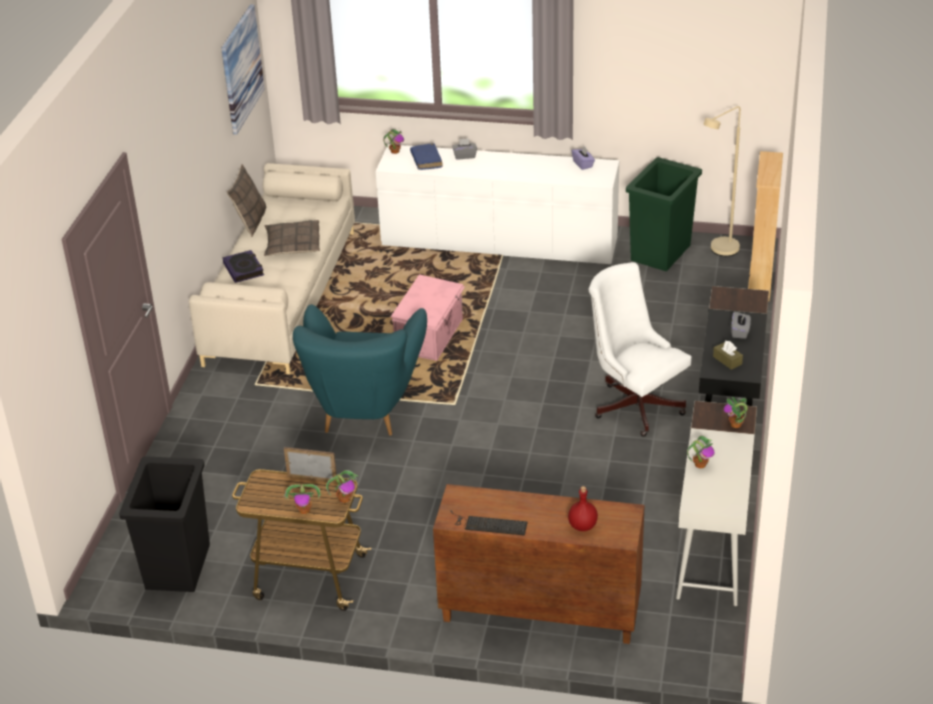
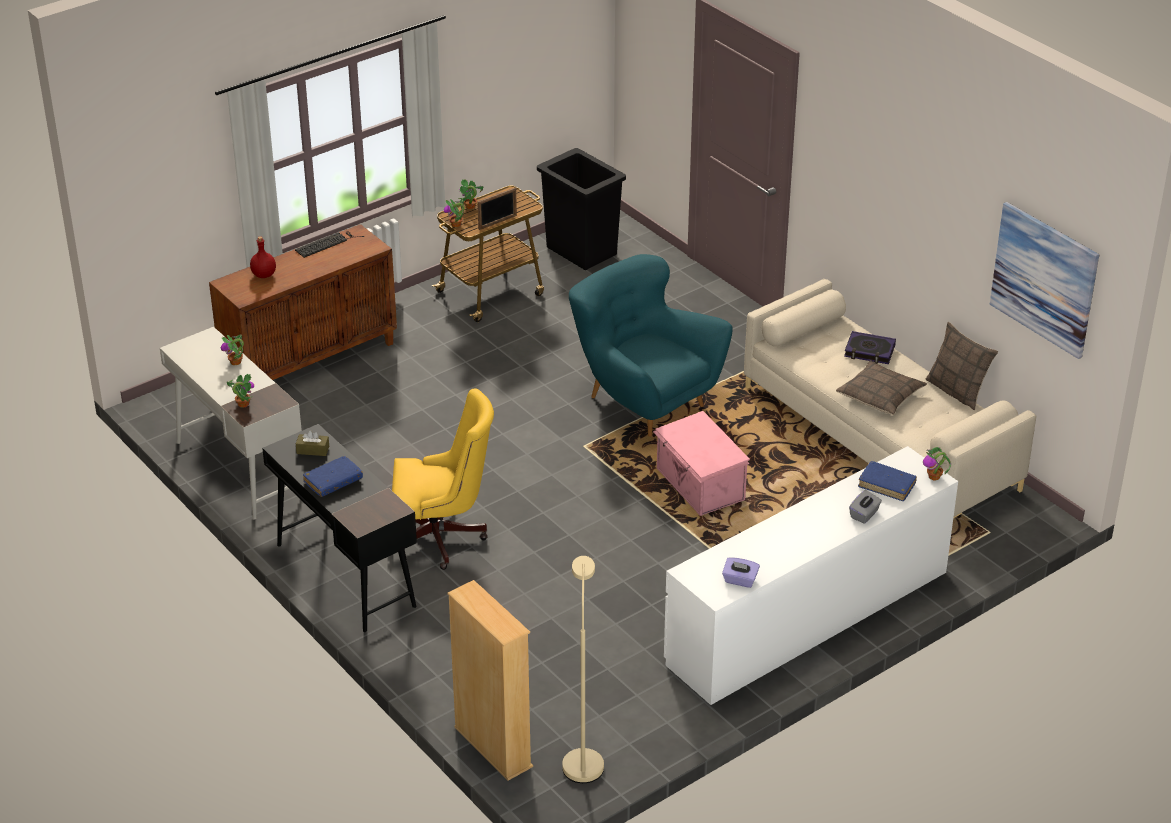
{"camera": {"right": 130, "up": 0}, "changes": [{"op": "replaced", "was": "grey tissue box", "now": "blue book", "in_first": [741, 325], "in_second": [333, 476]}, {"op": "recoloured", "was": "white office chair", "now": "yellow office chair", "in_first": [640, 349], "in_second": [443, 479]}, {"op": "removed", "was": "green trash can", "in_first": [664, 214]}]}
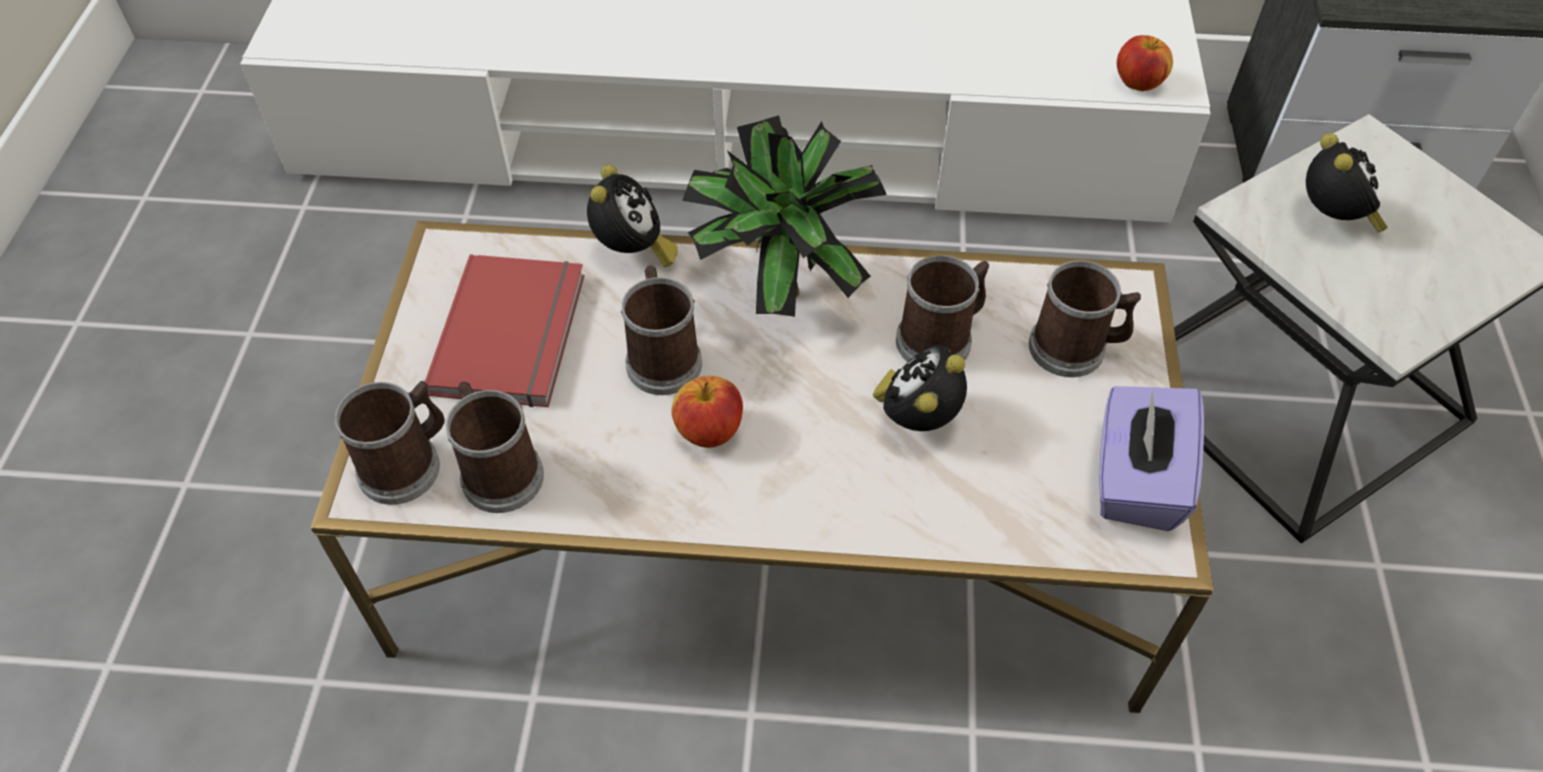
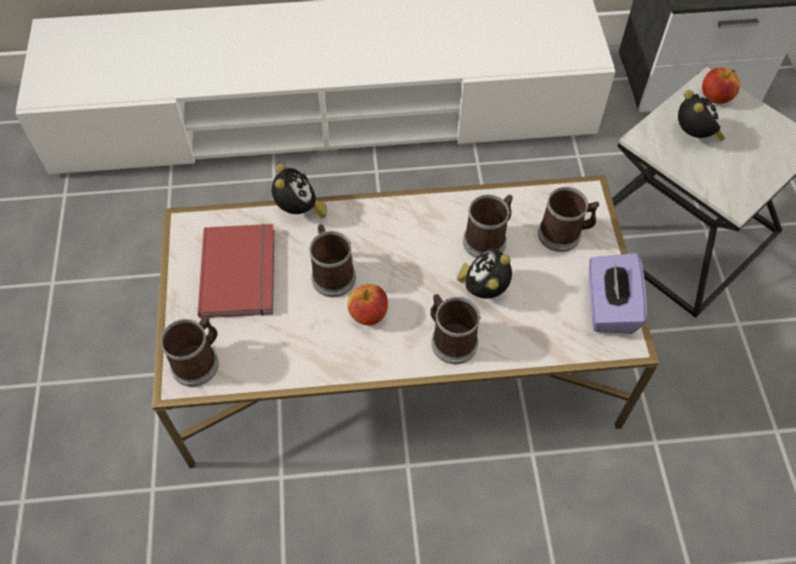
{"camera": {"right": -10, "up": 5}, "changes": [{"op": "moved", "was": "mug", "in_first": [495, 447], "in_second": [455, 329]}, {"op": "moved", "was": "apple", "in_first": [1145, 63], "in_second": [721, 86]}, {"op": "removed", "was": "potted plant", "in_first": [784, 216]}]}
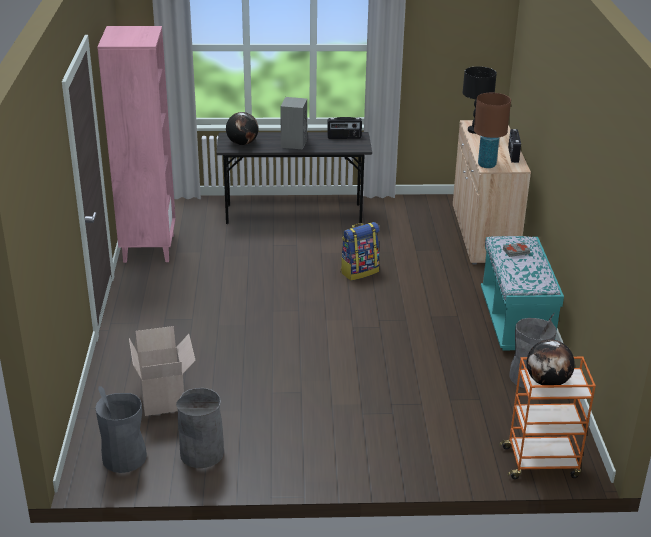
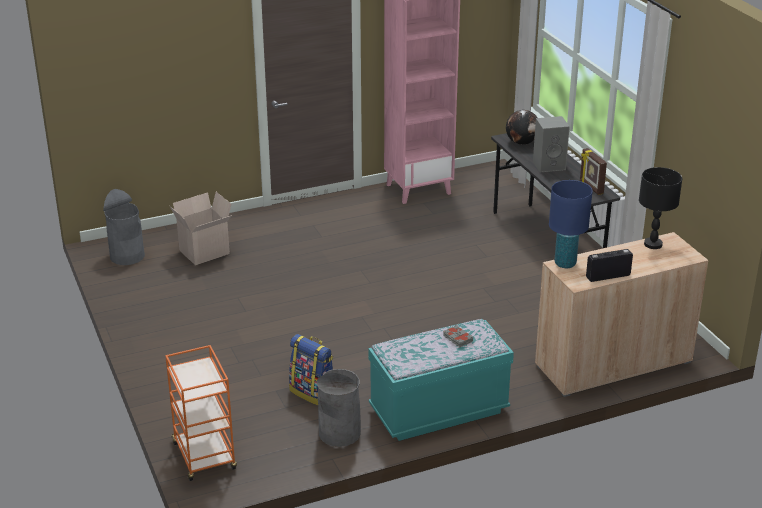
{"camera": {"right": 70, "up": 0}, "changes": [{"op": "moved", "was": "backpack", "in_first": [360, 251], "in_second": [311, 369]}, {"op": "recoloured", "was": "brown table lamp", "now": "blue table lamp", "in_first": [492, 130], "in_second": [571, 224]}, {"op": "replaced", "was": "radio", "now": "picture frame", "in_first": [344, 128], "in_second": [593, 171]}, {"op": "removed", "was": "grey trash can", "in_first": [200, 428]}, {"op": "removed", "was": "globe", "in_first": [551, 362]}]}
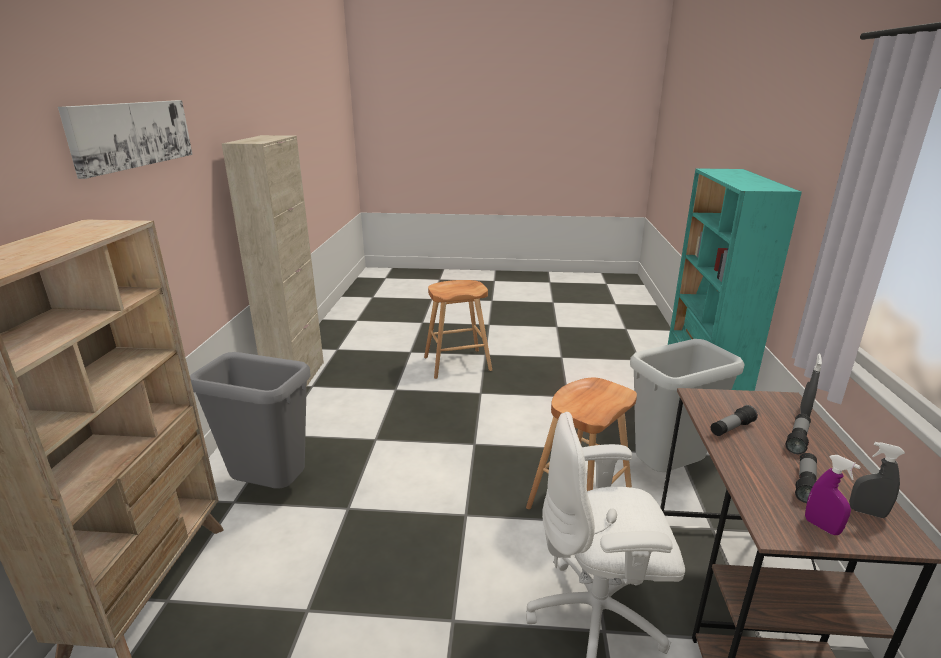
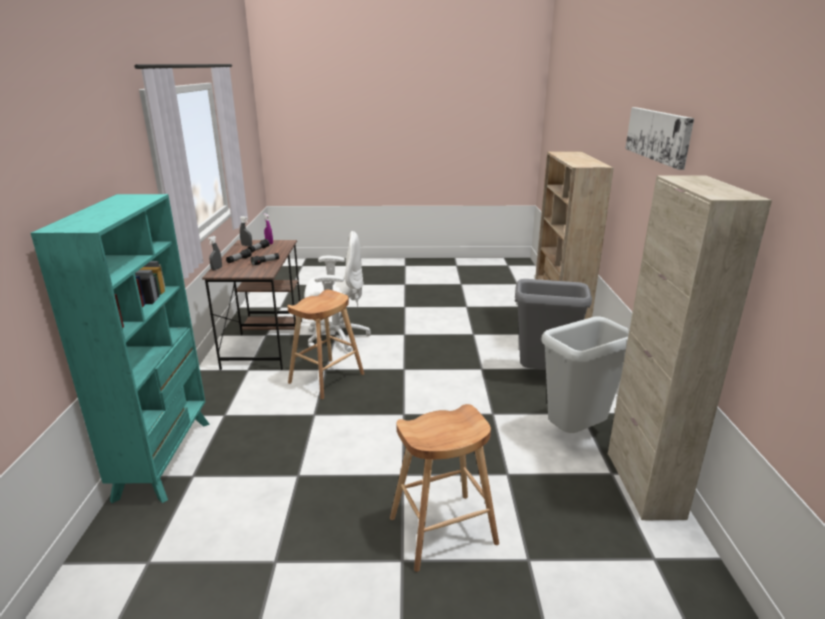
{"camera": {"right": 175, "up": 0}, "changes": [{"op": "moved", "was": "grey trash can", "in_first": [687, 405], "in_second": [585, 374]}]}
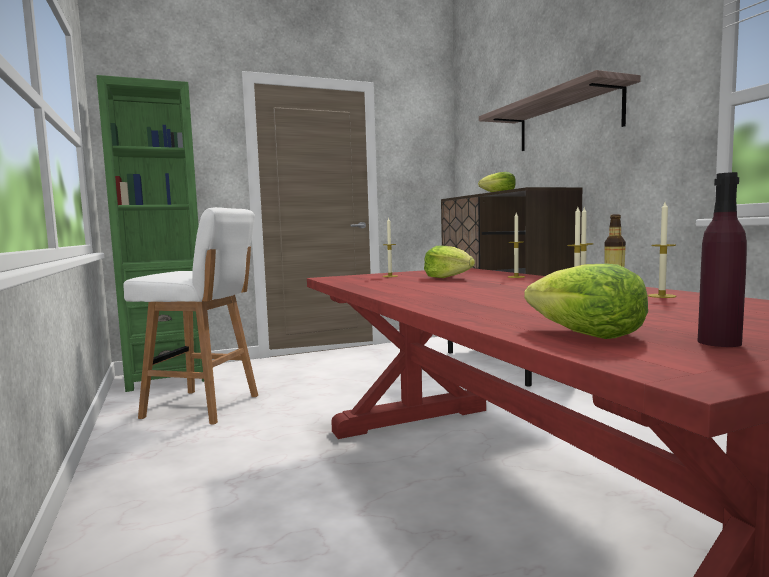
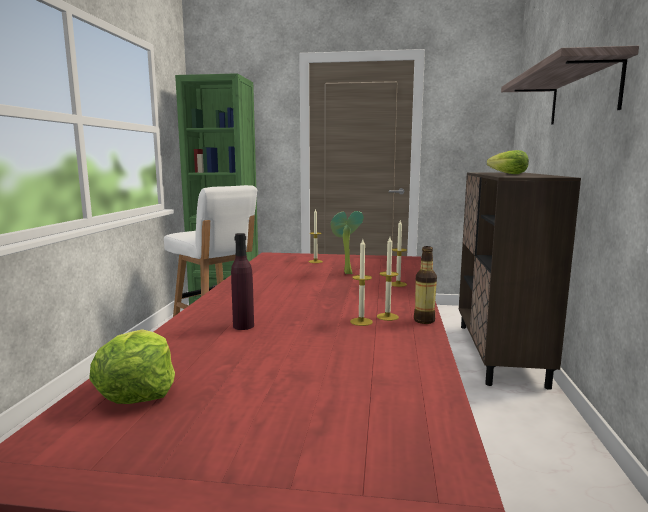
{"camera": {"right": 30, "up": 5}, "changes": [{"op": "moved", "was": "purple bottle", "in_first": [722, 259], "in_second": [242, 281]}, {"op": "replaced", "was": "lettuce", "now": "potted plant", "in_first": [449, 262], "in_second": [347, 242]}, {"op": "removed", "was": "candle", "in_first": [662, 250]}]}
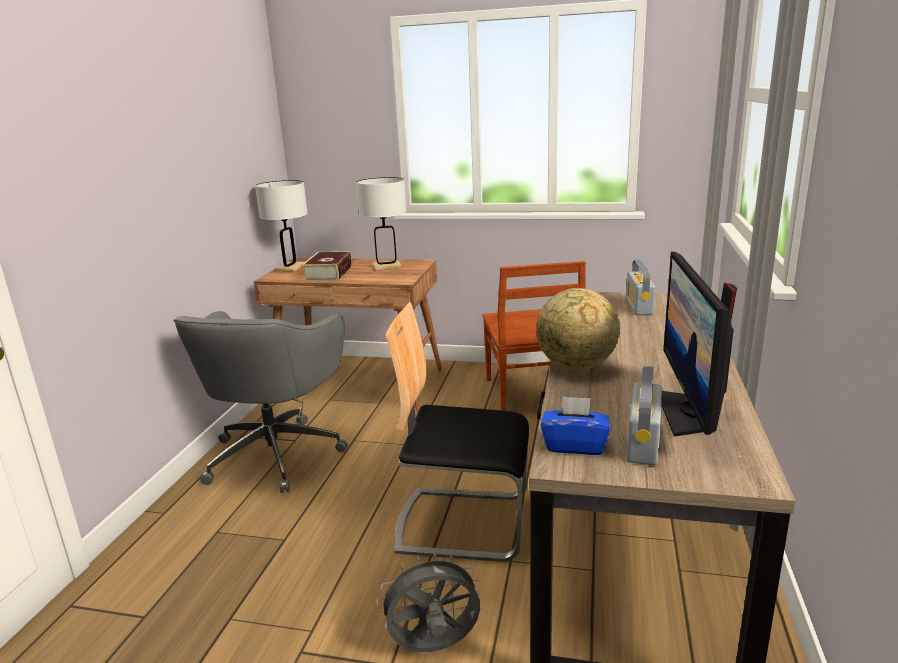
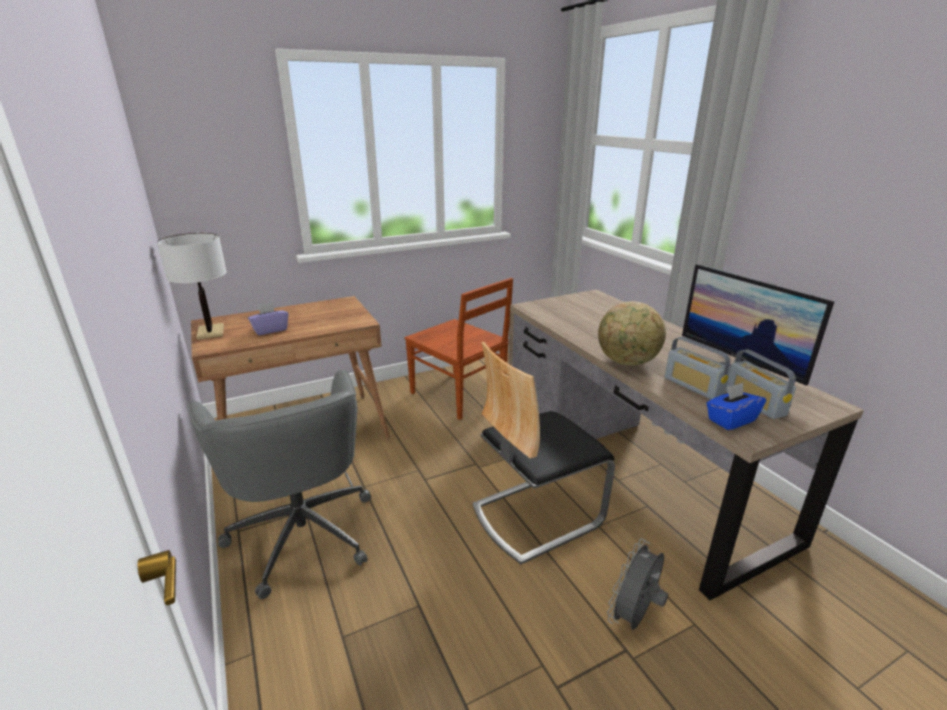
{"camera": {"right": -40, "up": 5}, "changes": [{"op": "replaced", "was": "book", "now": "purple tissue box", "in_first": [327, 266], "in_second": [268, 318]}, {"op": "moved", "was": "radio", "in_first": [640, 287], "in_second": [697, 368]}, {"op": "removed", "was": "white table lamp", "in_first": [381, 223]}]}
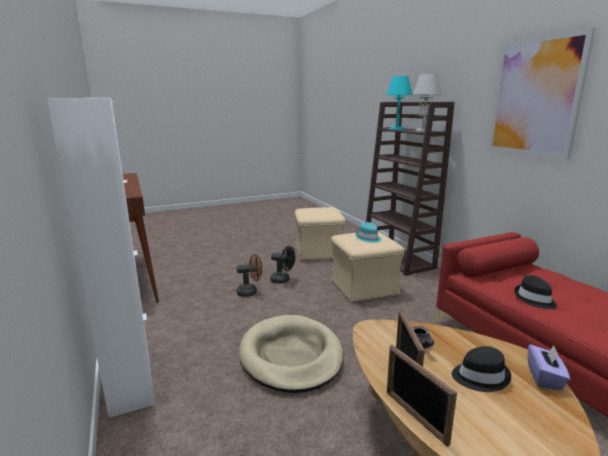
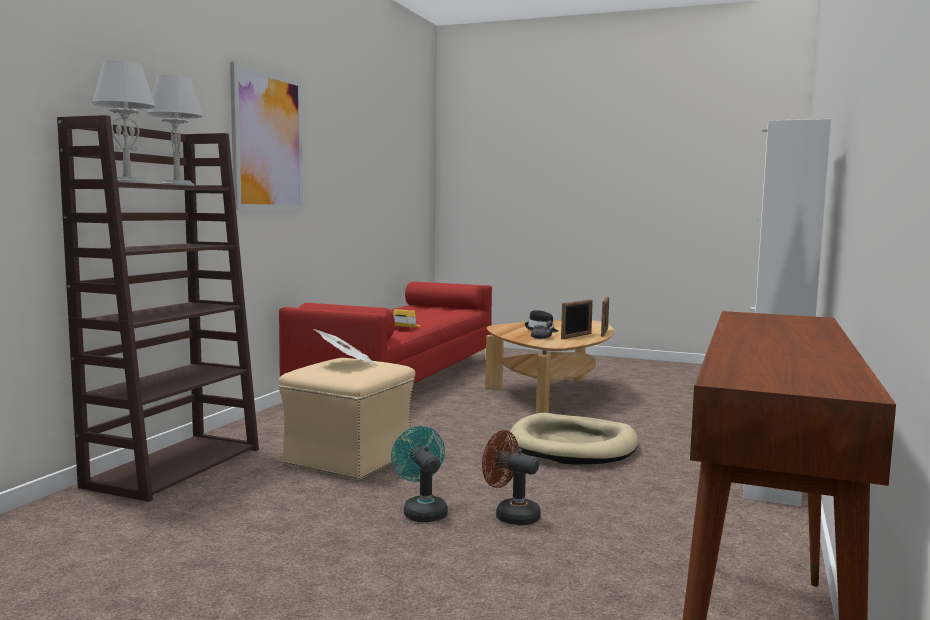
{"camera": {"right": -135, "up": -10}, "changes": [{"op": "recoloured", "was": "turquoise table lamp", "now": "grey table lamp", "in_first": [399, 103], "in_second": [123, 121]}, {"op": "replaced", "was": "turquoise hat", "now": "newspaper", "in_first": [369, 232], "in_second": [346, 347]}, {"op": "recoloured", "was": "black fan", "now": "turquoise fan", "in_first": [283, 264], "in_second": [419, 474]}, {"op": "recoloured", "was": "black hat", "now": "yellow hat", "in_first": [535, 292], "in_second": [406, 318]}, {"op": "removed", "was": "beige ottoman", "in_first": [320, 234]}, {"op": "removed", "was": "purple tissue box", "in_first": [549, 367]}]}
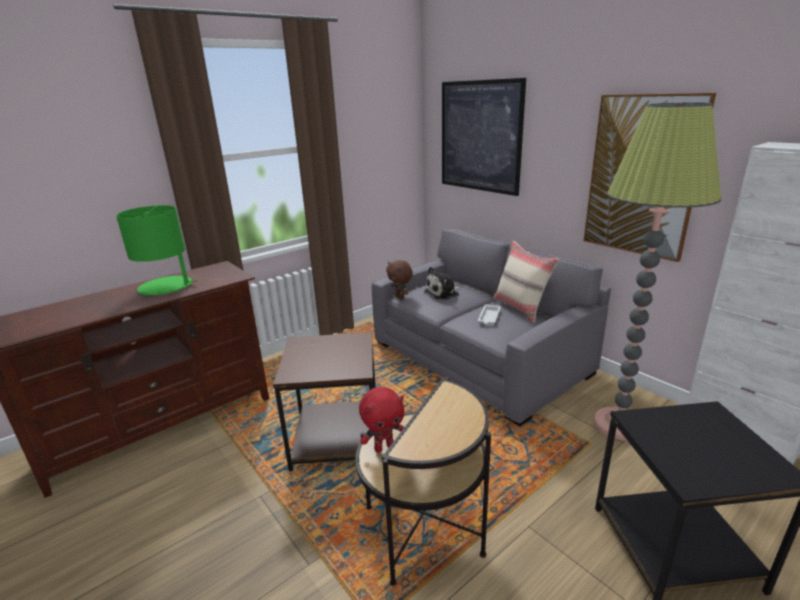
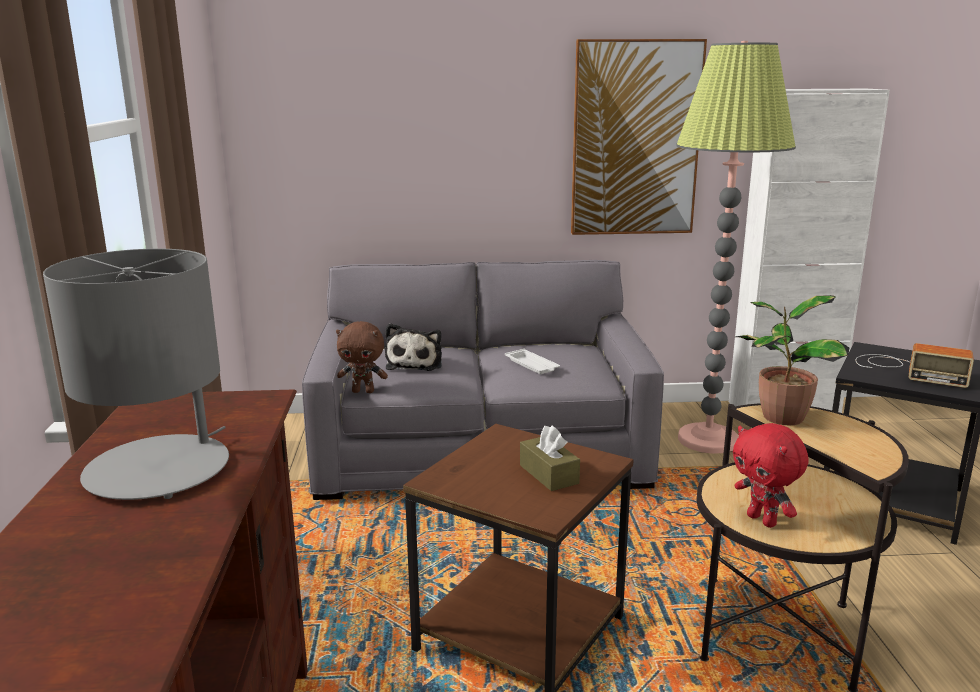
{"camera": {"right": -55, "up": -5}, "changes": [{"op": "recoloured", "was": "green table lamp", "now": "grey table lamp", "in_first": [157, 250], "in_second": [136, 374]}, {"op": "added", "now": "brown tissue box", "in_second": [550, 458]}, {"op": "turned", "was": "red plush toy", "in_first": [382, 419], "in_second": [770, 475], "clockwise": 135}, {"op": "added", "now": "potted plant", "in_second": [792, 360]}, {"op": "added", "now": "radio", "in_second": [915, 365]}, {"op": "removed", "was": "picture", "in_first": [484, 137]}, {"op": "removed", "was": "beige pillow", "in_first": [526, 282]}]}
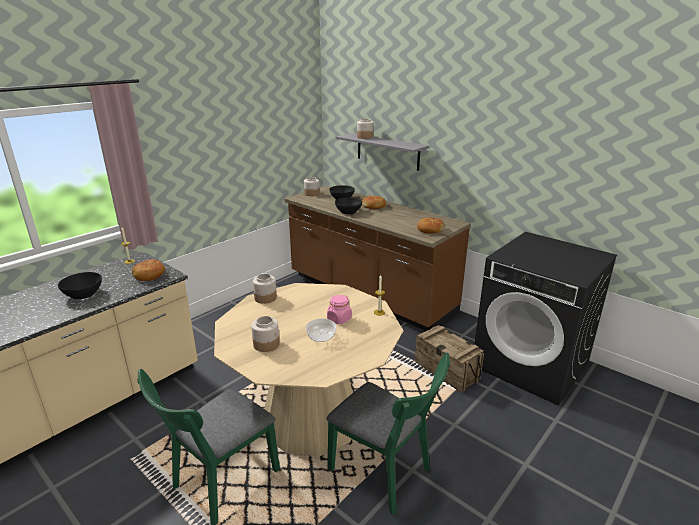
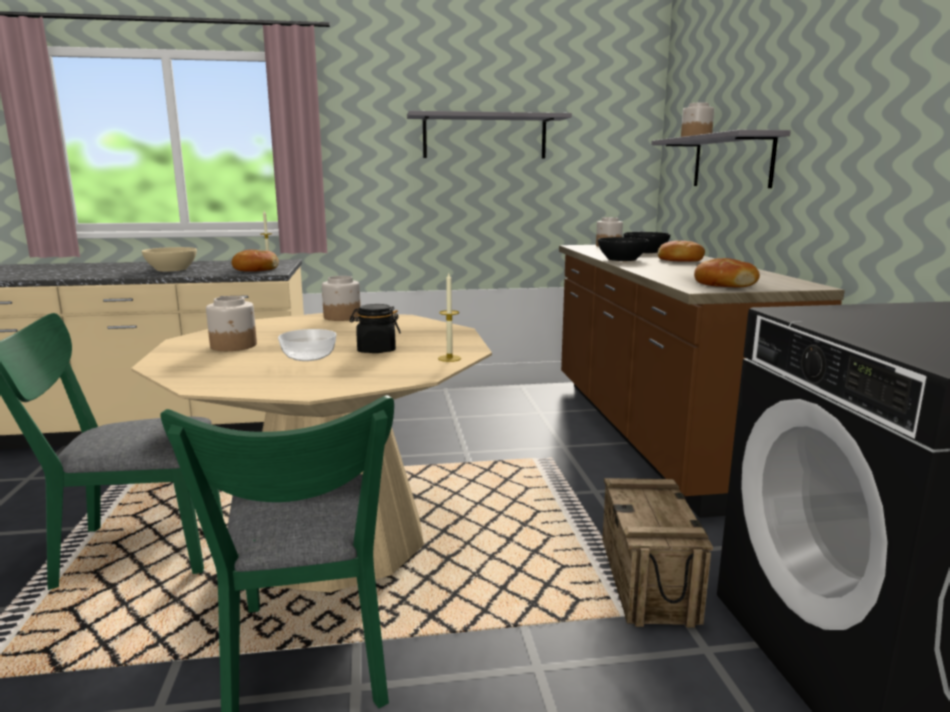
{"camera": {"right": 40, "up": -10}, "changes": [{"op": "recoloured", "was": "black bowl", "now": "beige bowl", "in_first": [80, 285], "in_second": [169, 259]}, {"op": "recoloured", "was": "pink jar", "now": "black jar", "in_first": [339, 309], "in_second": [375, 328]}, {"op": "added", "now": "grey shelf", "in_second": [489, 135]}]}
